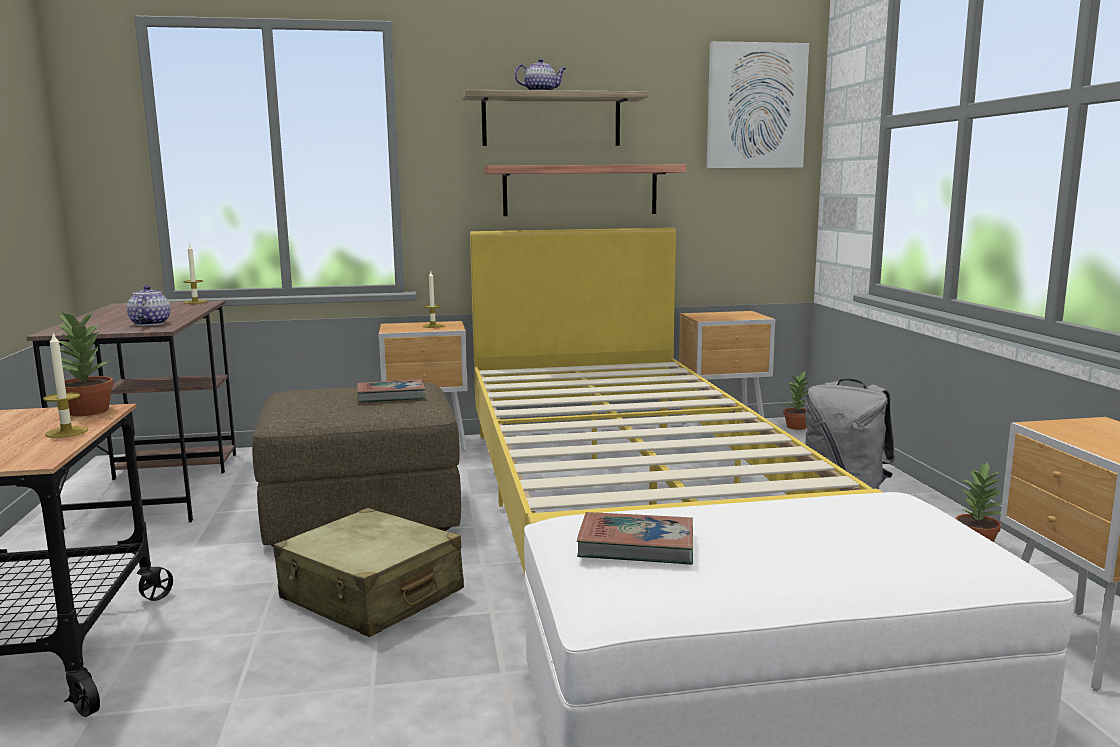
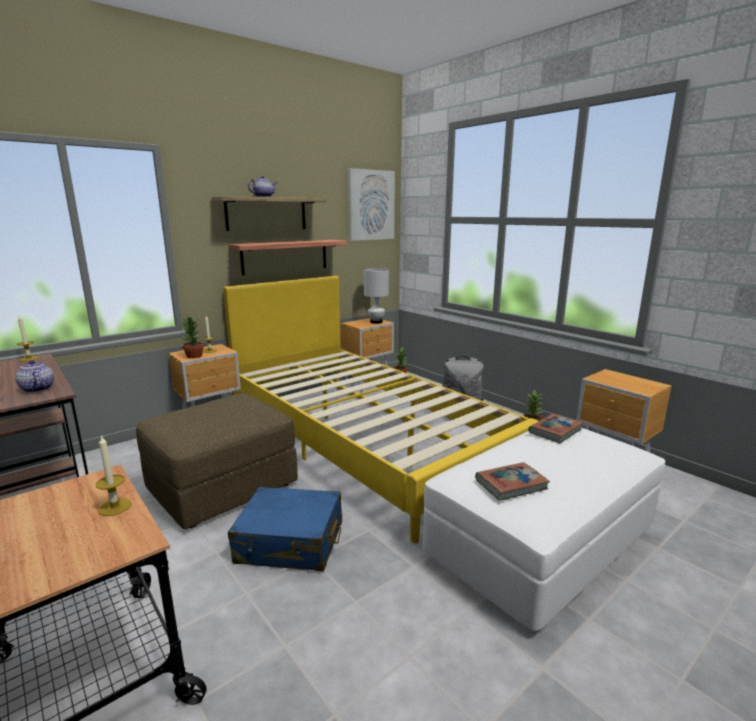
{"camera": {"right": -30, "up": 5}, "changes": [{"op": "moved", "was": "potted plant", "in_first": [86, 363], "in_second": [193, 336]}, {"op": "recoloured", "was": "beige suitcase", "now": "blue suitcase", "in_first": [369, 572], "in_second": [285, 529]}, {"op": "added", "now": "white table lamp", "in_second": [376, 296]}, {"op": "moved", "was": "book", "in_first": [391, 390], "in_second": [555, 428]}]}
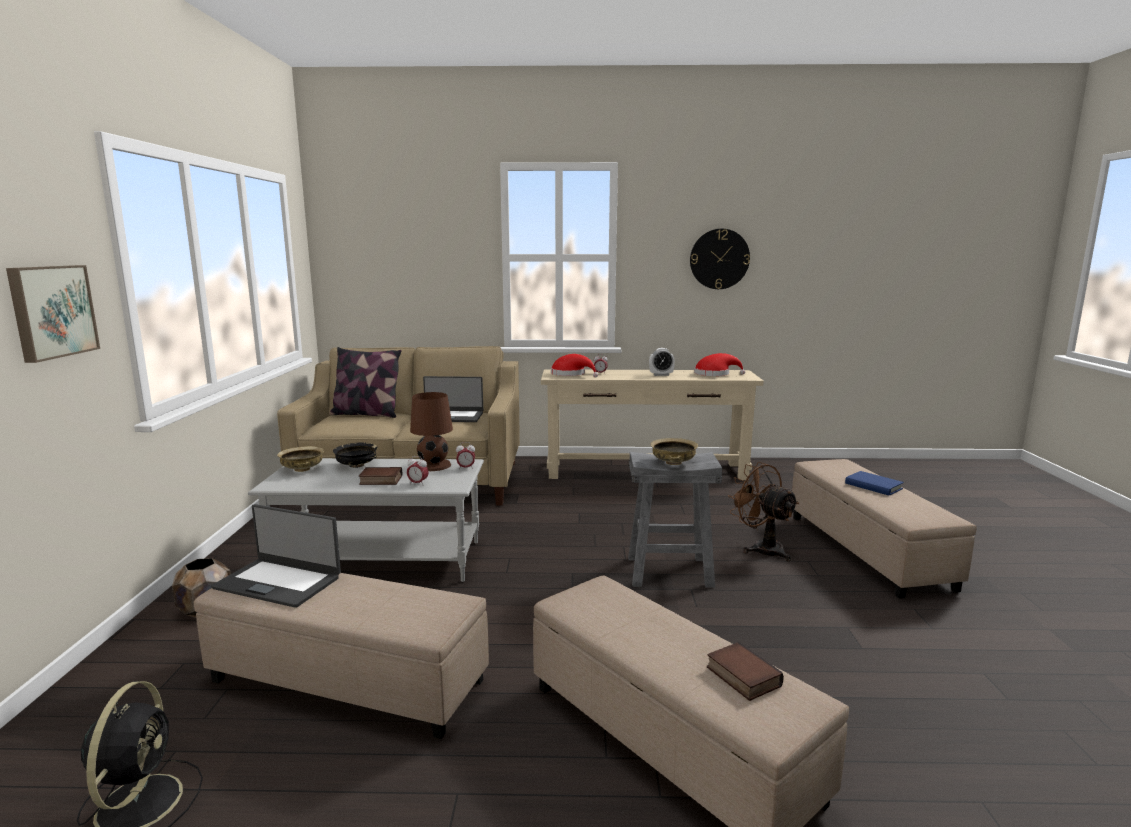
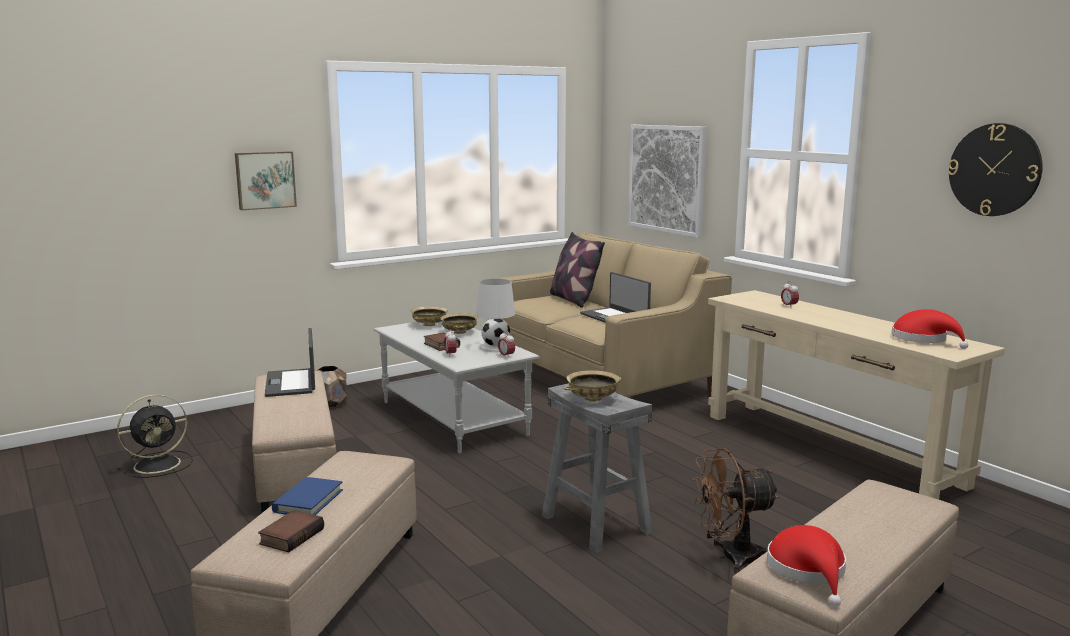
{"camera": {"right": 55, "up": 0}, "changes": [{"op": "moved", "was": "blue book", "in_first": [874, 483], "in_second": [307, 496]}, {"op": "recoloured", "was": "black bowl", "now": "beige bowl", "in_first": [355, 455], "in_second": [459, 323]}, {"op": "recoloured", "was": "brown table lamp", "now": "white table lamp", "in_first": [431, 431], "in_second": [495, 315]}, {"op": "added", "now": "picture", "in_second": [667, 181]}, {"op": "turned", "was": "brown fan", "in_first": [763, 511], "in_second": [736, 510], "clockwise": -120}, {"op": "moved", "was": "red hat", "in_first": [574, 365], "in_second": [806, 566]}, {"op": "removed", "was": "alarm clock", "in_first": [662, 362]}]}
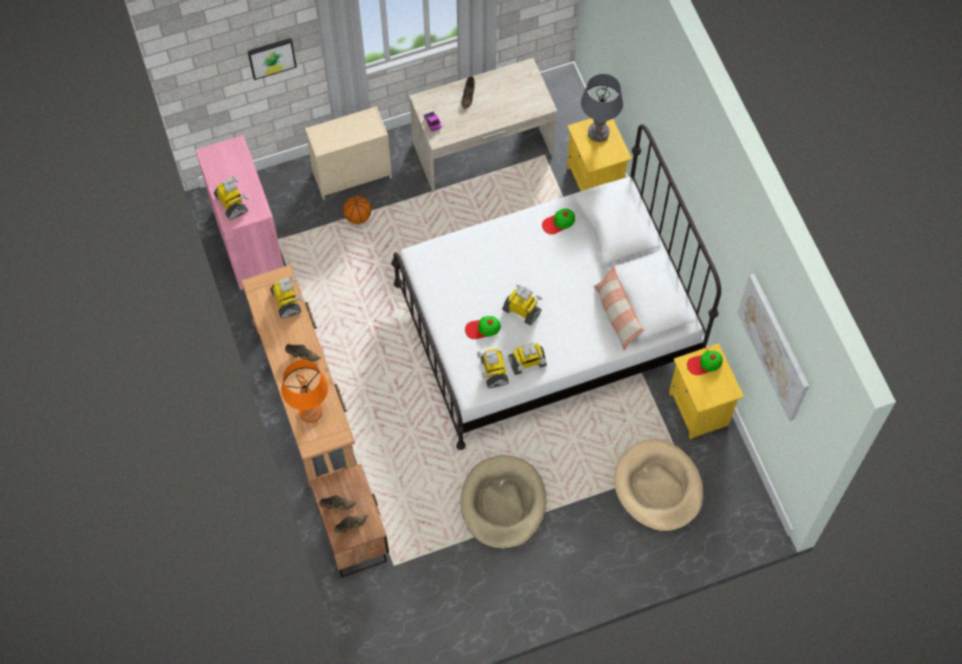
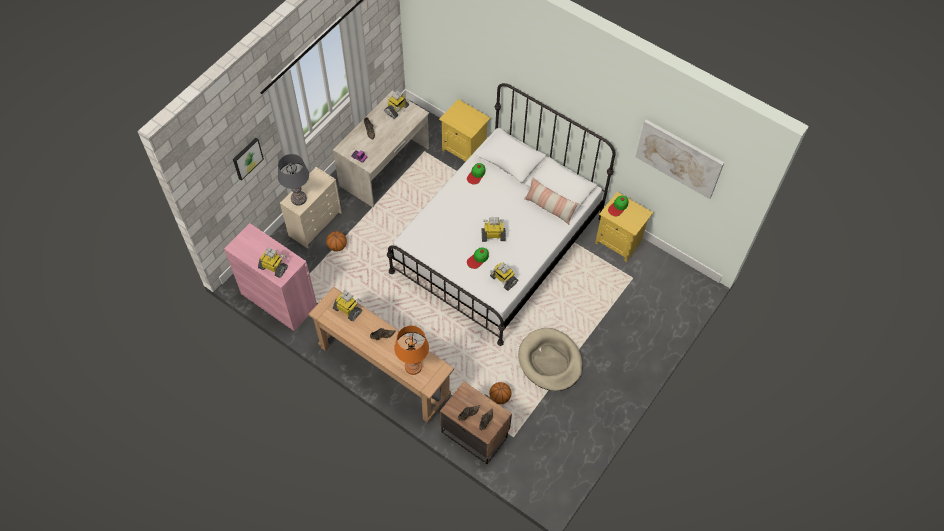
{"camera": {"right": -35, "up": -5}, "changes": [{"op": "moved", "was": "grey table lamp", "in_first": [602, 108], "in_second": [293, 180]}, {"op": "moved", "was": "toy robot", "in_first": [527, 358], "in_second": [397, 105]}, {"op": "added", "now": "basketball", "in_second": [500, 393]}, {"op": "removed", "was": "beige dog bed", "in_first": [659, 485]}]}
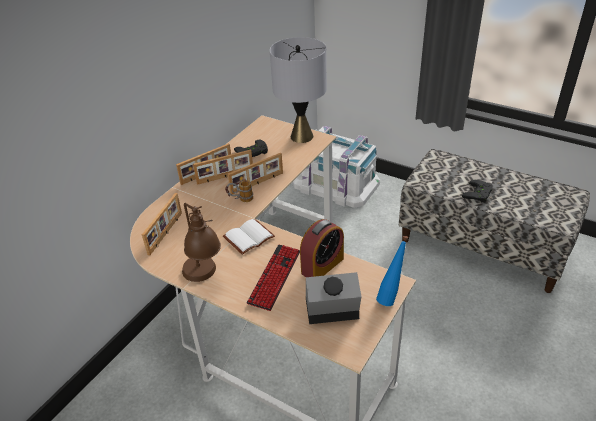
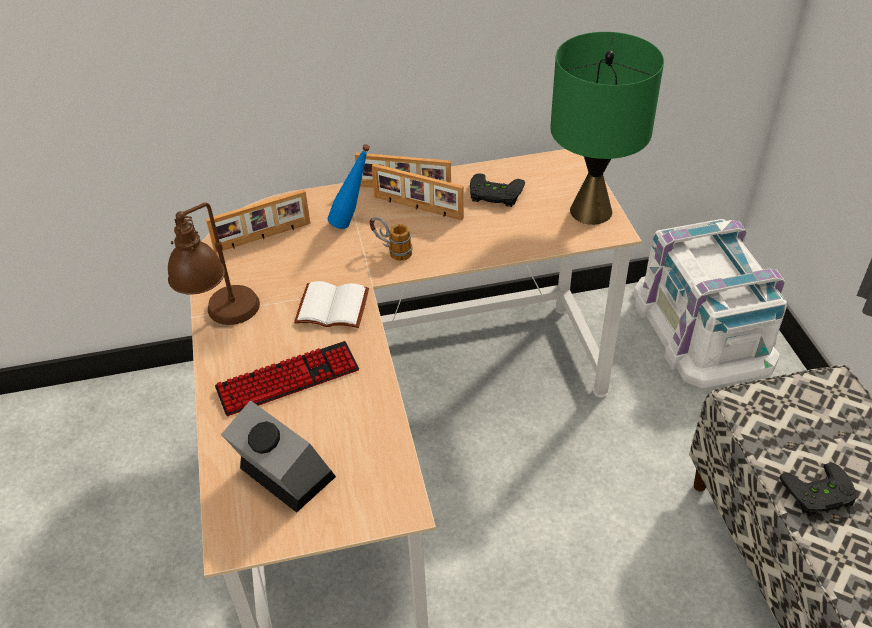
{"camera": {"right": 45, "up": 5}, "changes": [{"op": "moved", "was": "blue bottle", "in_first": [392, 271], "in_second": [349, 186]}, {"op": "recoloured", "was": "grey table lamp", "now": "green table lamp", "in_first": [298, 90], "in_second": [607, 128]}, {"op": "removed", "was": "picture frame", "in_first": [255, 173]}, {"op": "removed", "was": "alarm clock", "in_first": [322, 248]}]}
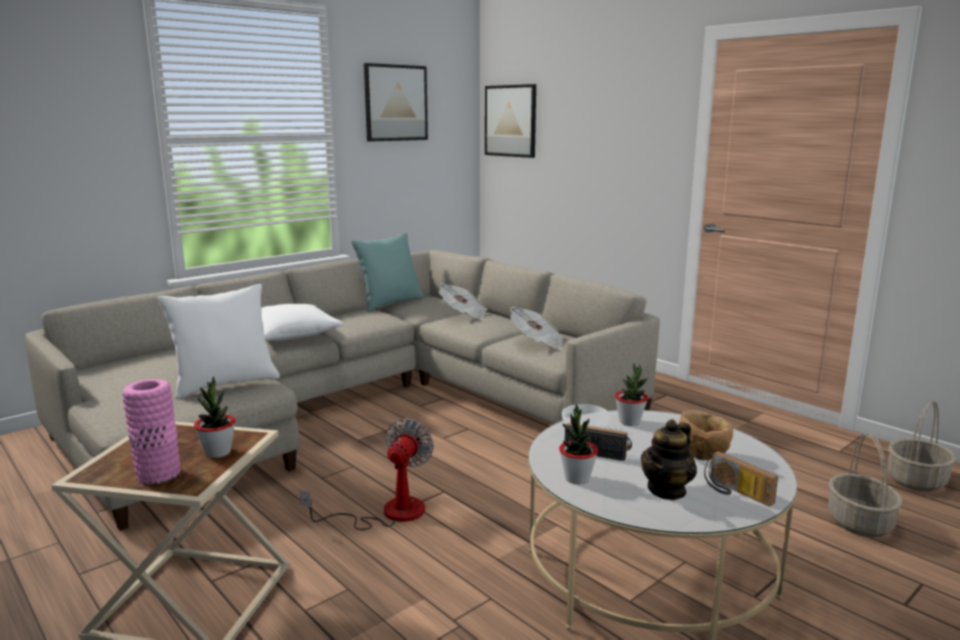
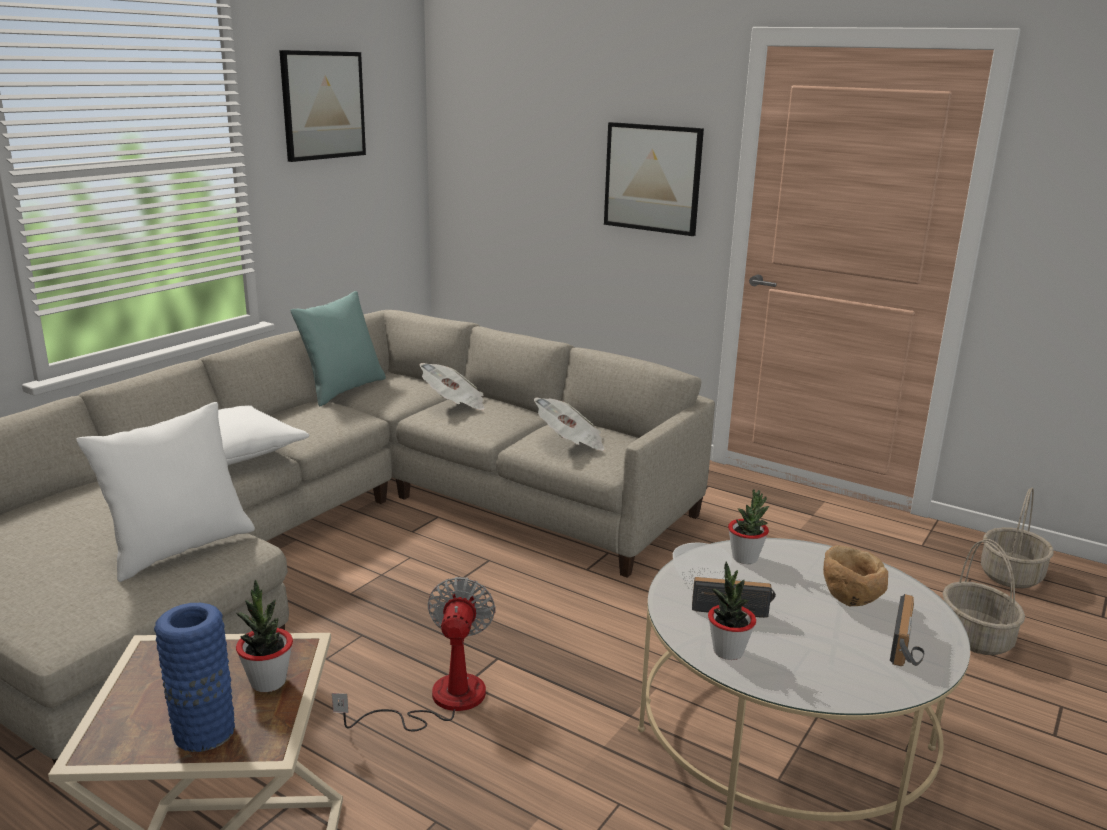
{"camera": {"right": -15, "up": 5}, "changes": [{"op": "recoloured", "was": "pink vase", "now": "blue vase", "in_first": [151, 432], "in_second": [194, 677]}, {"op": "moved", "was": "picture", "in_first": [510, 121], "in_second": [654, 179]}, {"op": "turned", "was": "radio", "in_first": [741, 479], "in_second": [907, 630], "clockwise": -105}, {"op": "removed", "was": "teapot", "in_first": [669, 459]}]}
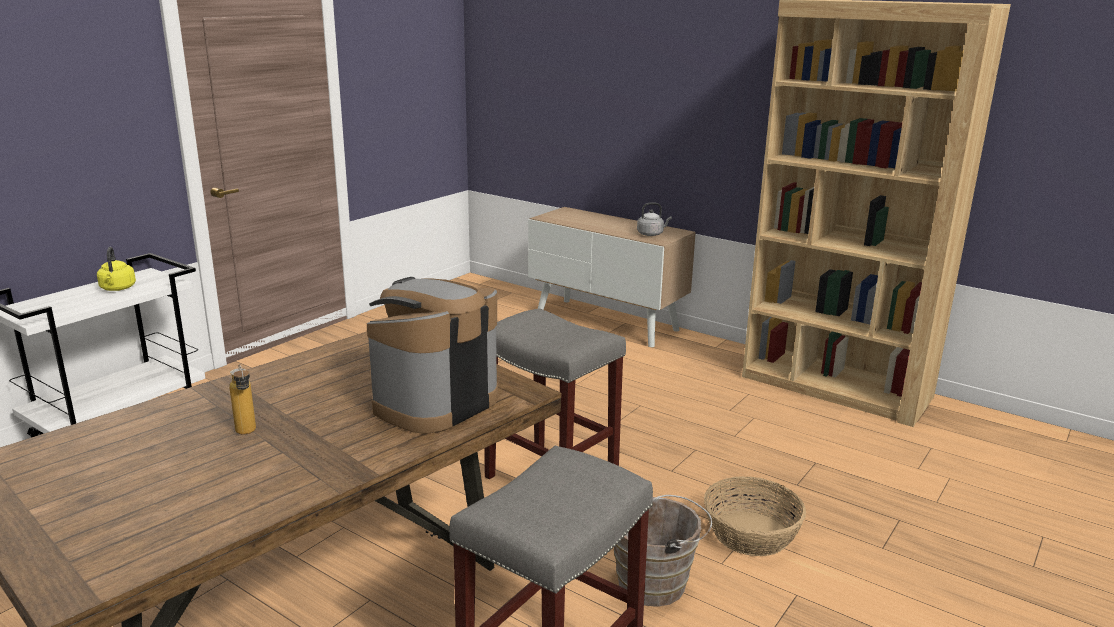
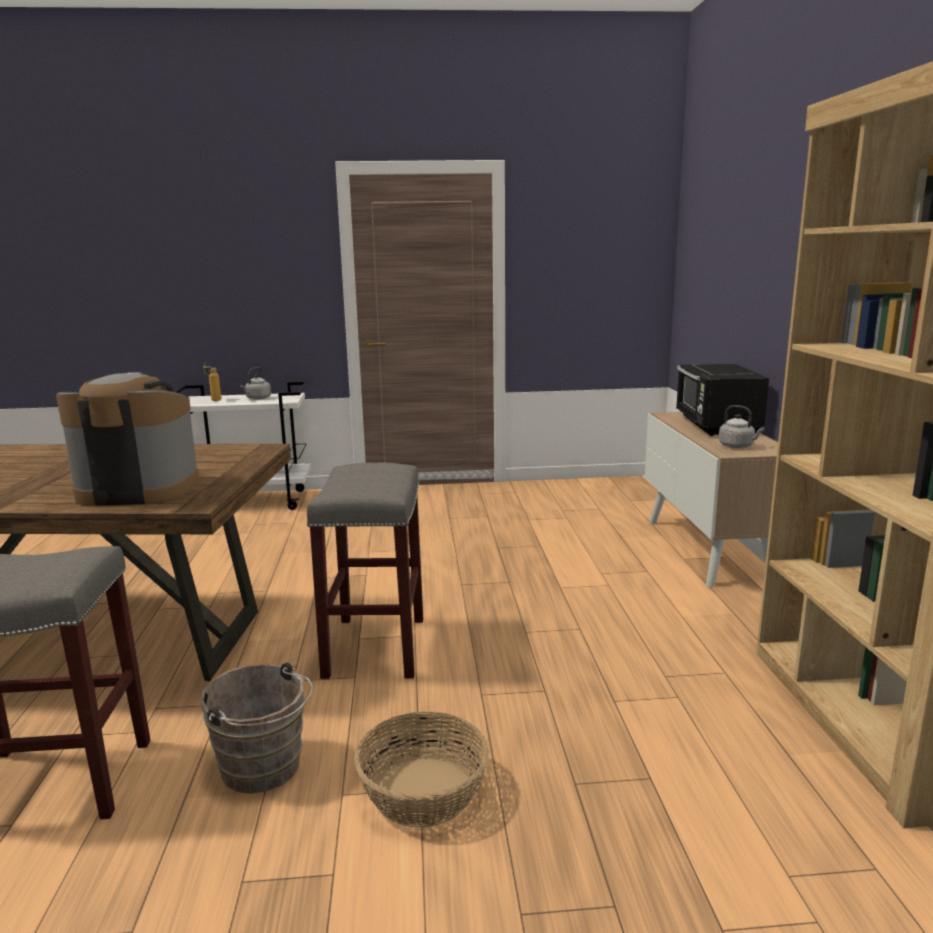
{"camera": {"right": 50, "up": -5}, "changes": [{"op": "moved", "was": "bottle", "in_first": [242, 399], "in_second": [212, 381]}, {"op": "recoloured", "was": "yellow kettle", "now": "grey kettle", "in_first": [116, 269], "in_second": [255, 383]}, {"op": "added", "now": "black microwave", "in_second": [722, 400]}]}
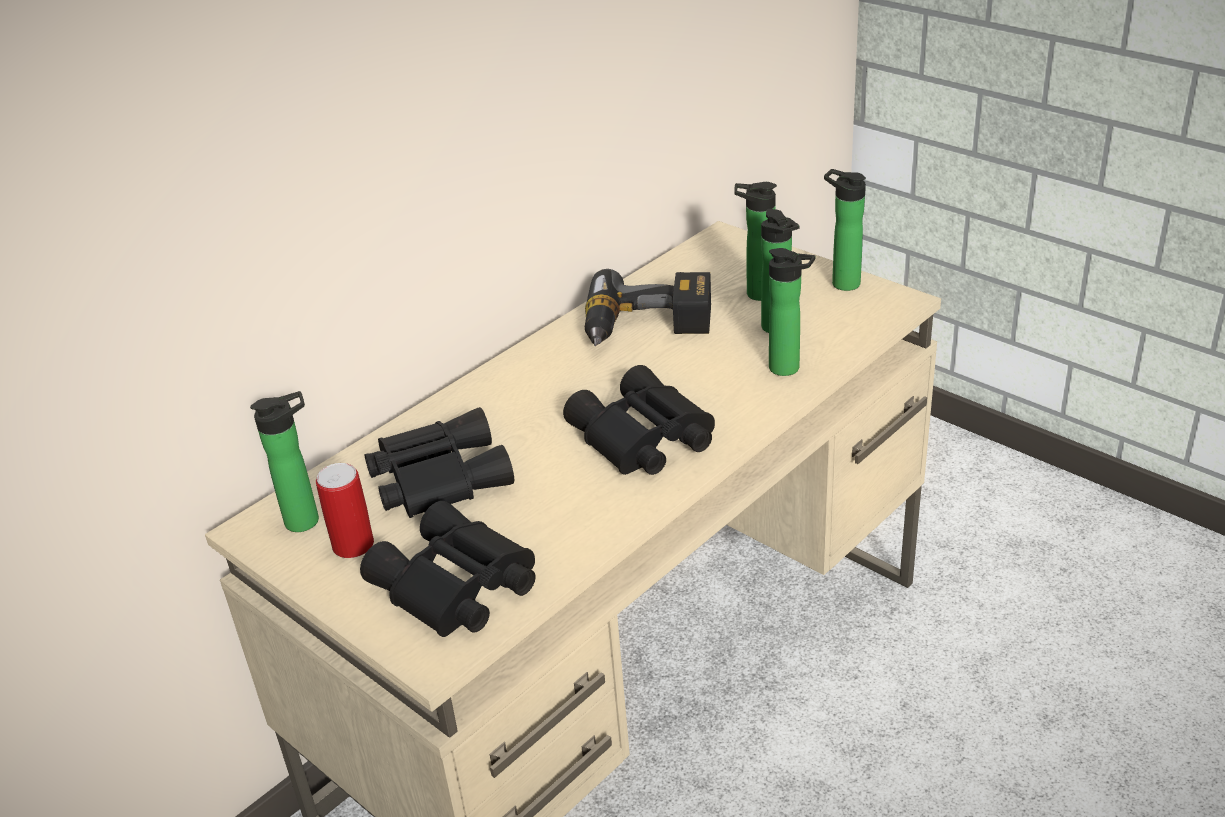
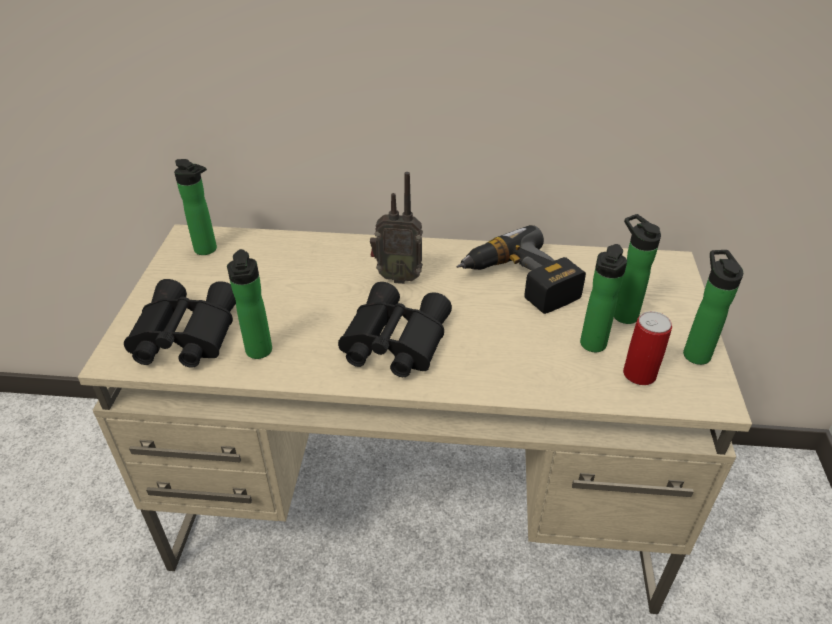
{"camera": {"right": 50, "up": 5}, "changes": [{"op": "moved", "was": "bottle", "in_first": [792, 312], "in_second": [249, 304]}, {"op": "added", "now": "radio", "in_second": [396, 228]}, {"op": "moved", "was": "can", "in_first": [345, 510], "in_second": [647, 348]}, {"op": "removed", "was": "black binoculars", "in_first": [439, 462]}]}
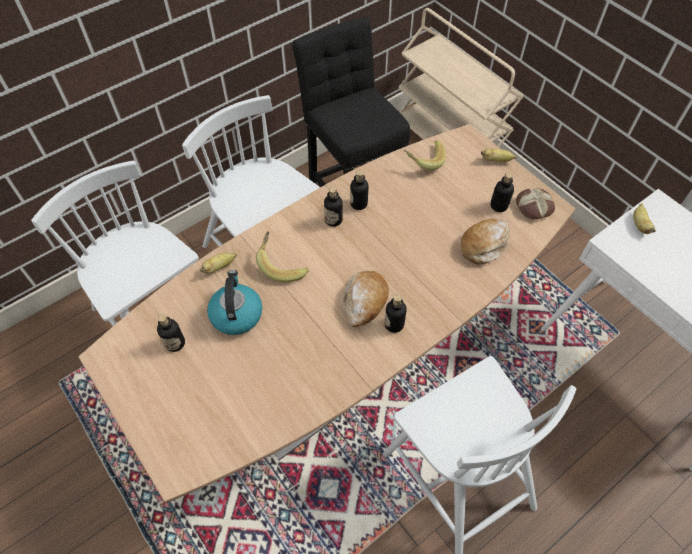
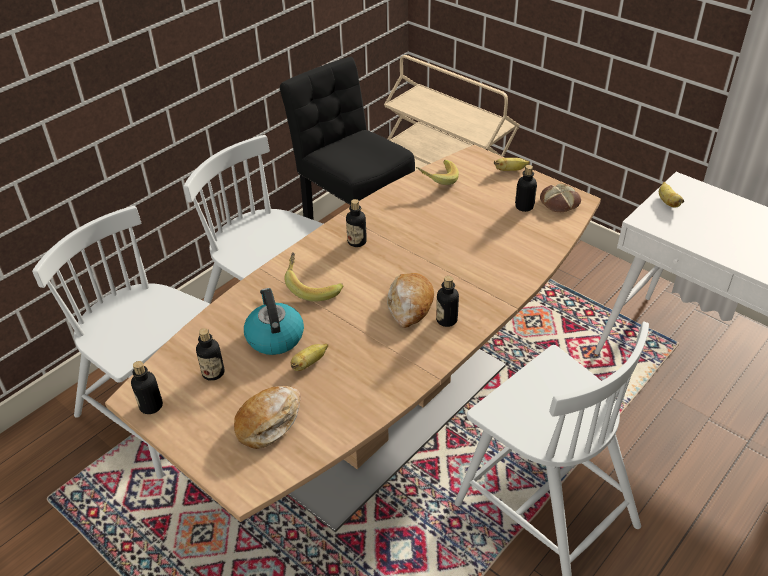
{"camera": {"right": -10, "up": -15}, "changes": [{"op": "moved", "was": "bottle", "in_first": [359, 190], "in_second": [147, 387]}, {"op": "moved", "was": "bread", "in_first": [485, 241], "in_second": [267, 417]}, {"op": "moved", "was": "banana", "in_first": [218, 263], "in_second": [309, 357]}]}
